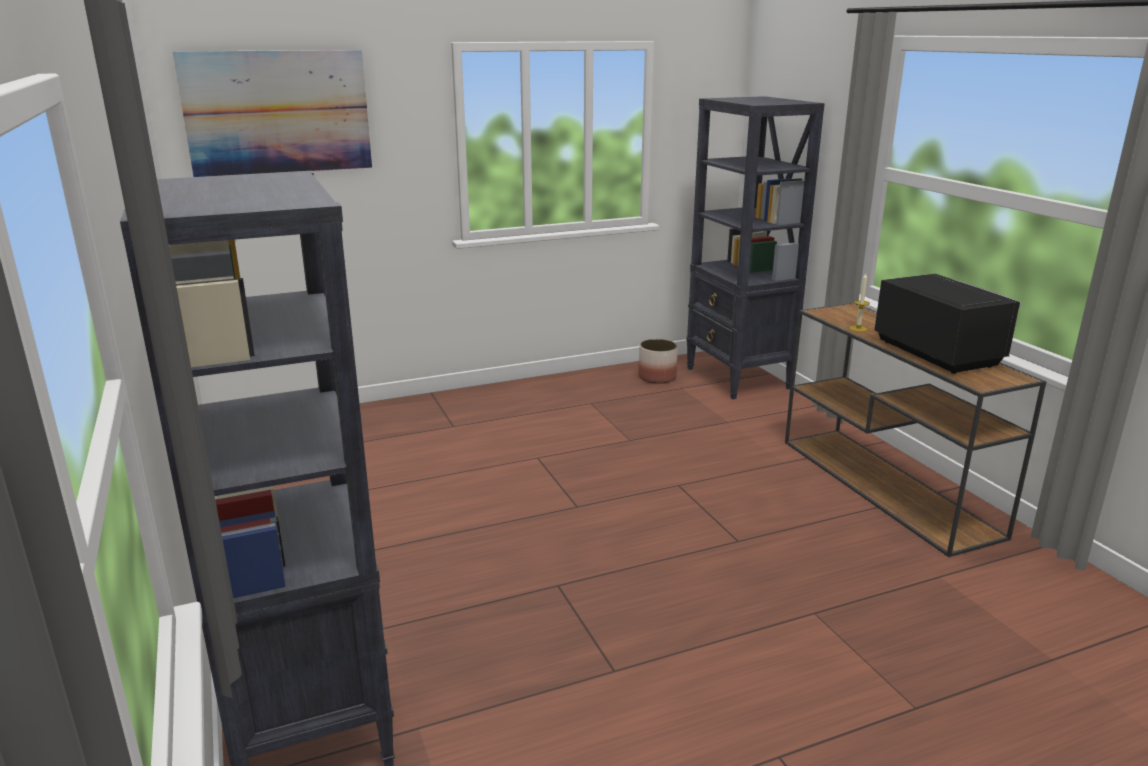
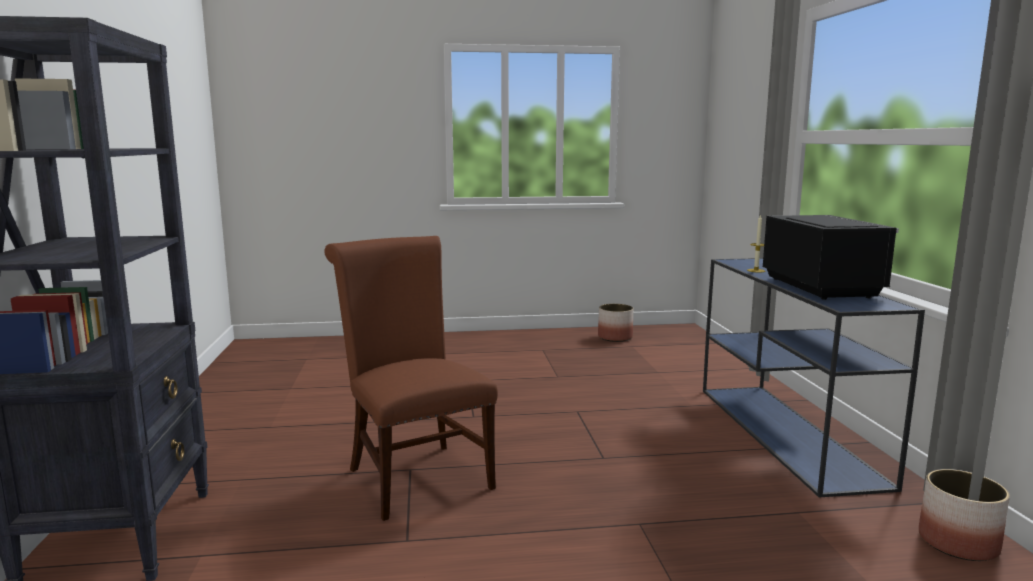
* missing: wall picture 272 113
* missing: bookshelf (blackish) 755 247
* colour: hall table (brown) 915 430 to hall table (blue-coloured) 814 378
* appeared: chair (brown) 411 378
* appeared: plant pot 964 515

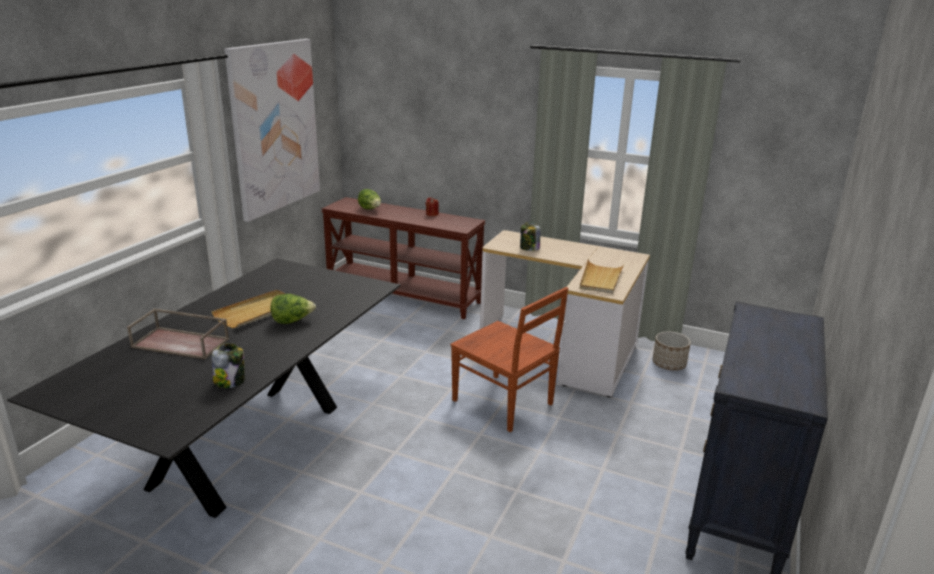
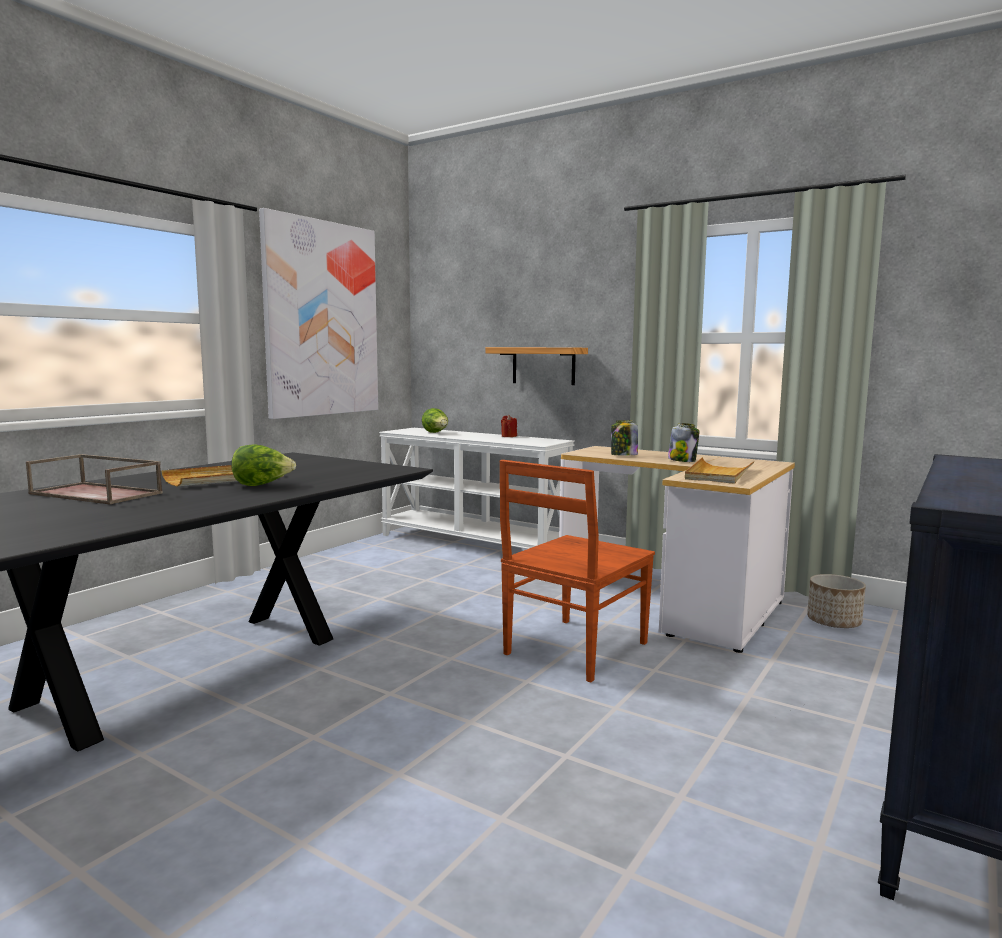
* colour: hall table (brown) 404 258 to hall table (whitish) 477 488
* spun: chair (brown) 509 359 = 577 571 75 degrees clockwise
* relocated: preserve jar 228 365 to 683 442
* appeared: shelf 536 366

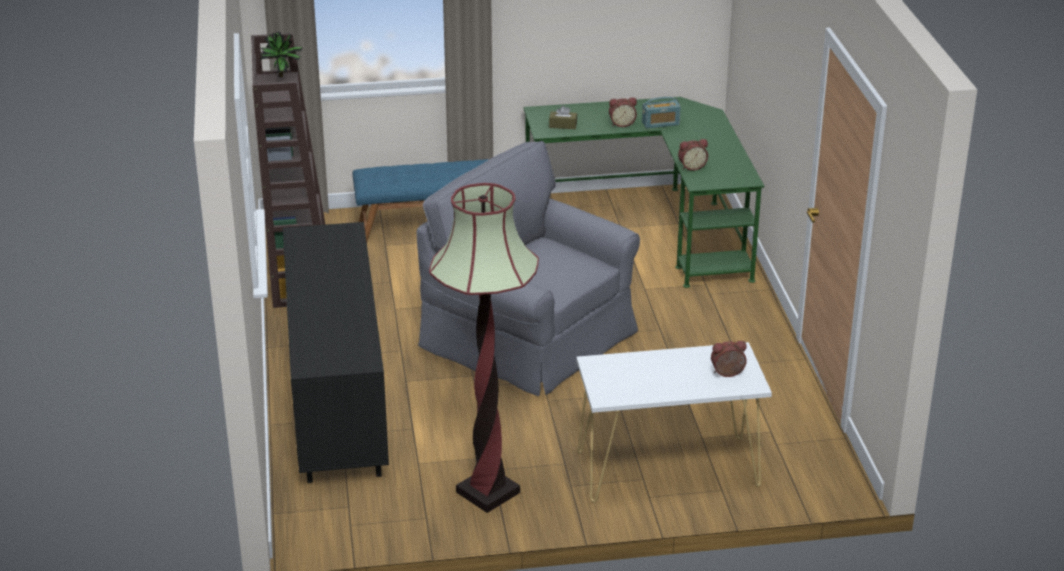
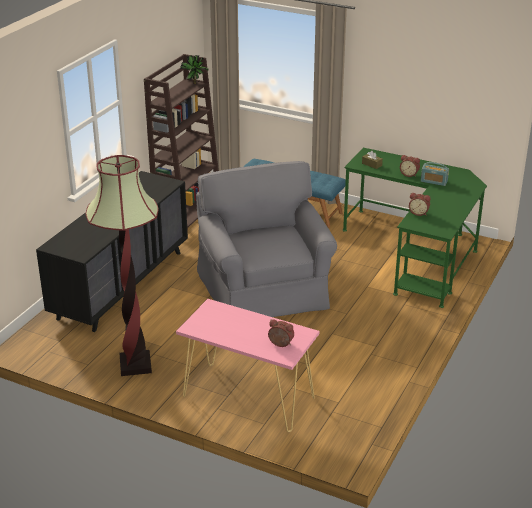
* colour: hall table (whitish) 674 422 to hall table (pink) 248 365

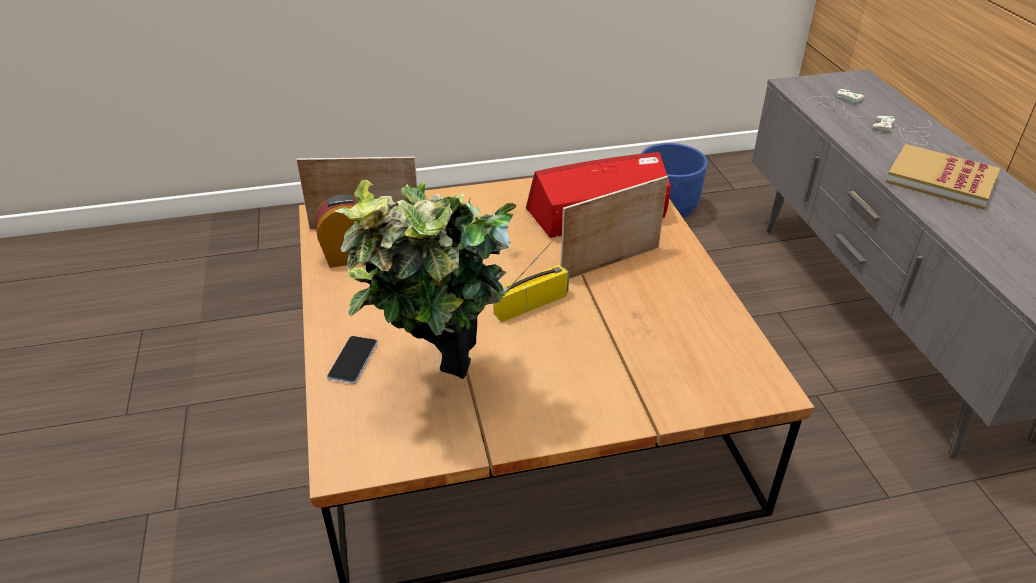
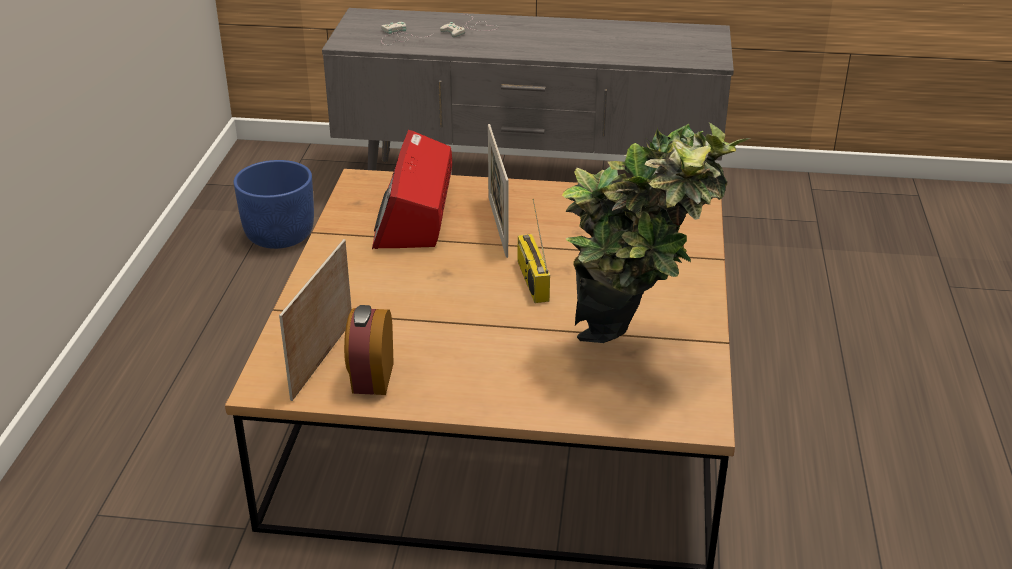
* missing: volume 943 177
* missing: handset 352 360

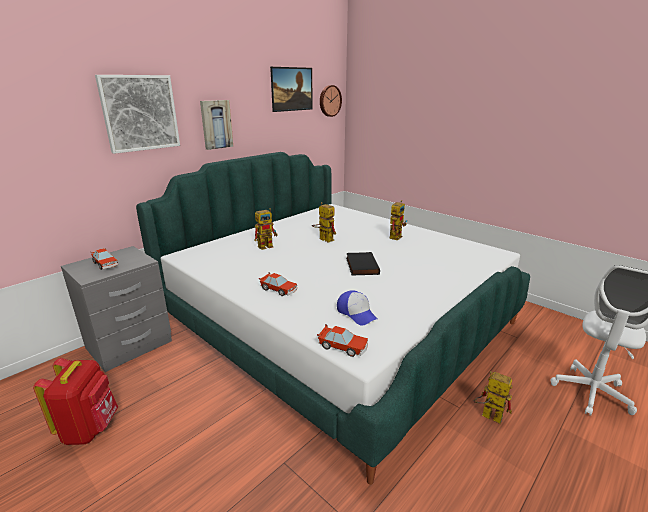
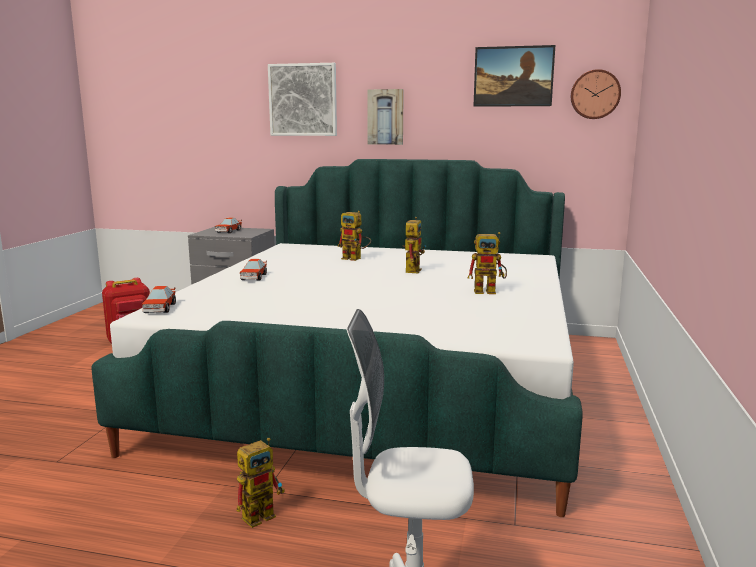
* missing: volume (blackish) 363 263
* missing: baseball cap 357 307
* spun: model robot 493 397 = 261 483 45 degrees clockwise

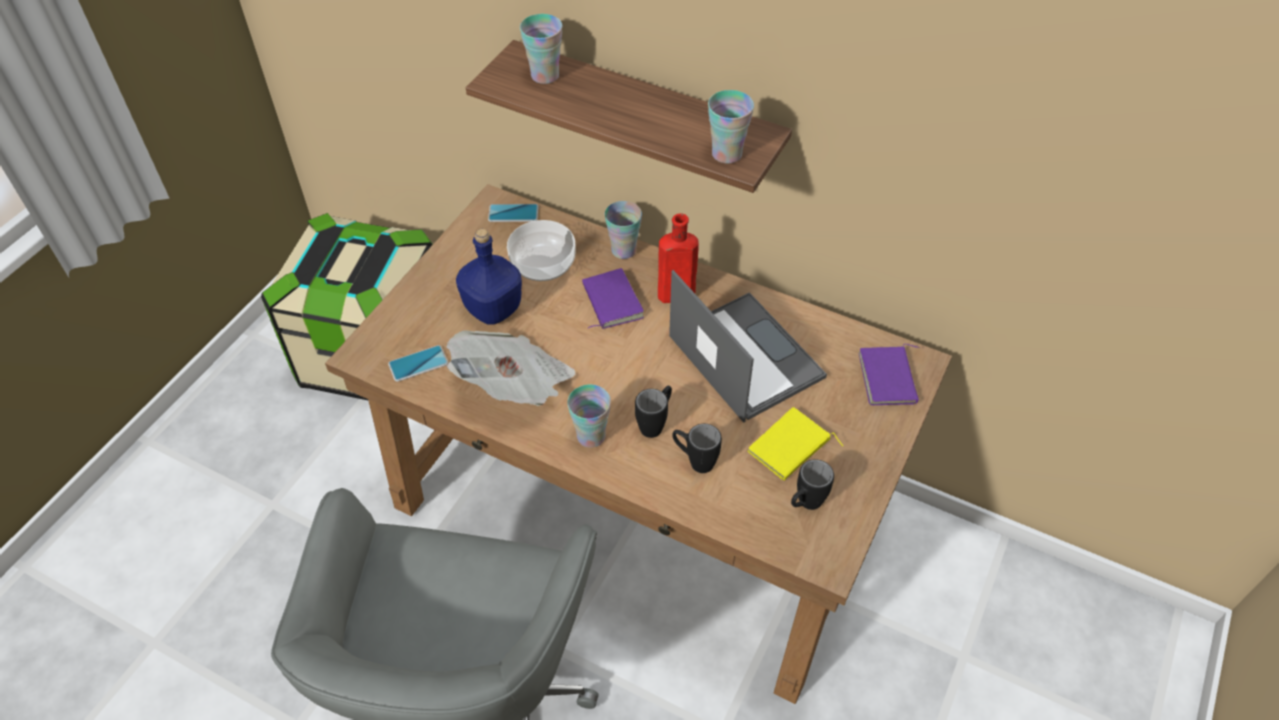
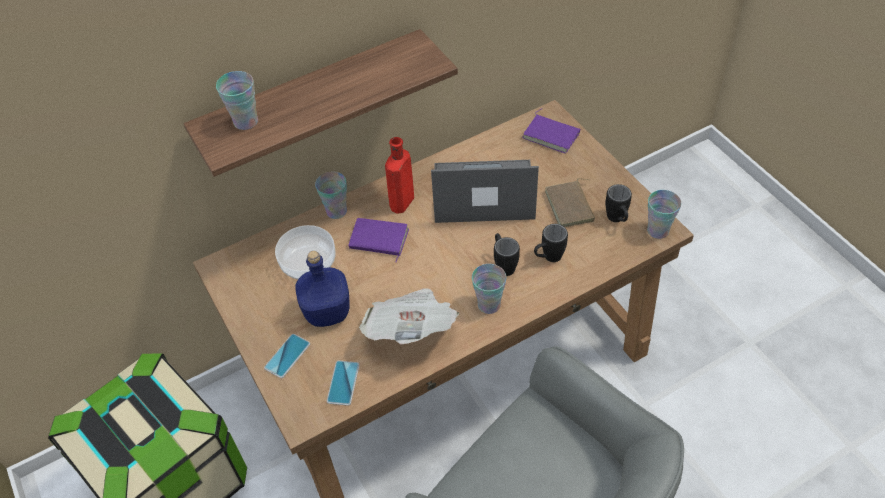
* relocated: cup 731 127 to 664 214
* relocated: handset 513 213 to 287 356
* colour: volume (yellowish) 795 444 to volume (brown) 570 202

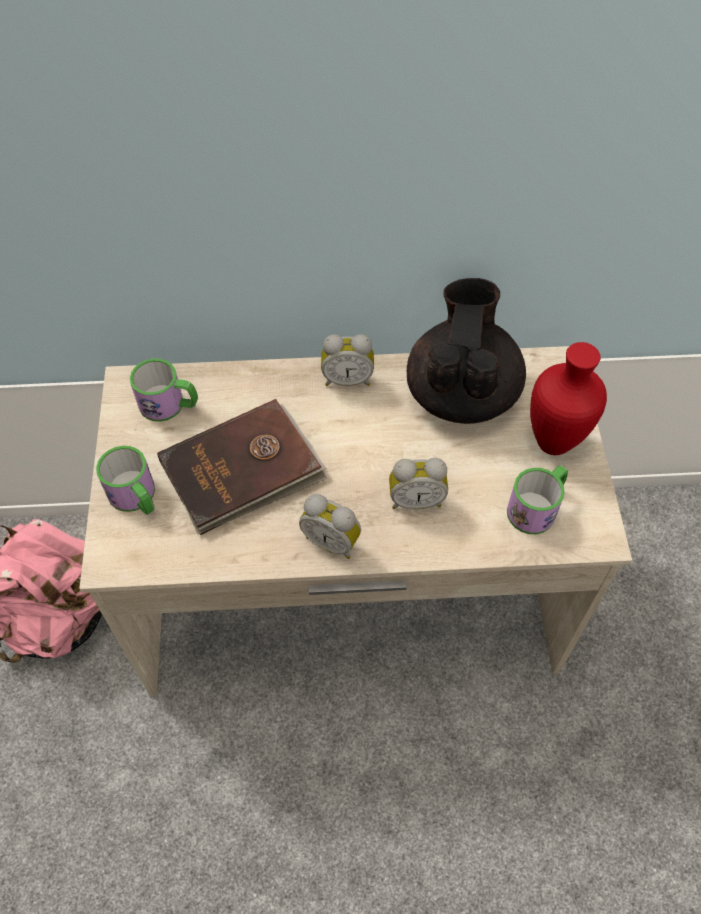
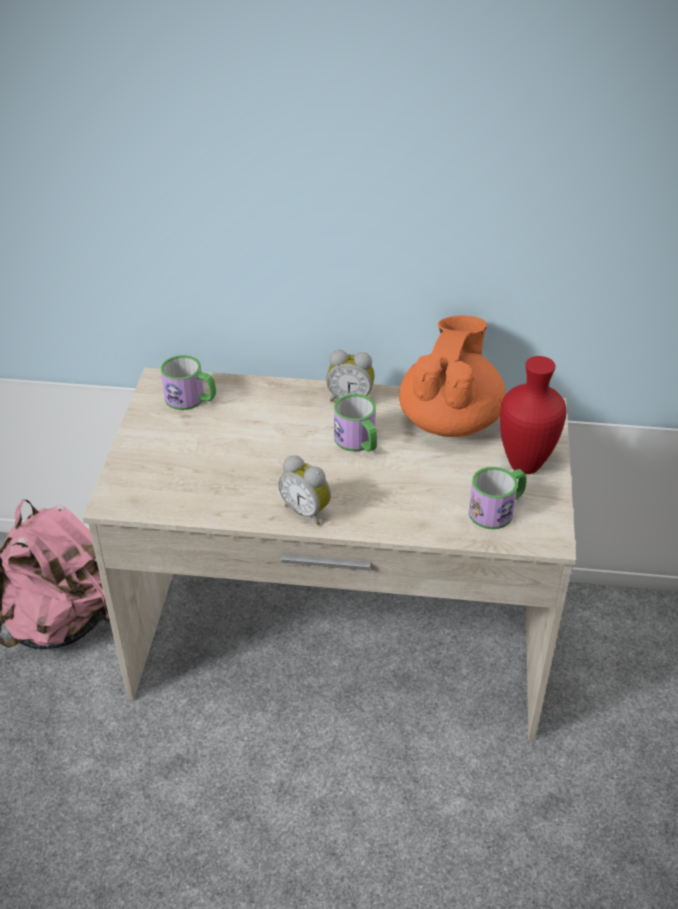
* colour: tea pot (blackish) 466 351 to tea pot (orangey) 452 376
* missing: volume (brown) 242 467
* relocated: mug 125 480 to 355 423
* missing: table clock 418 483

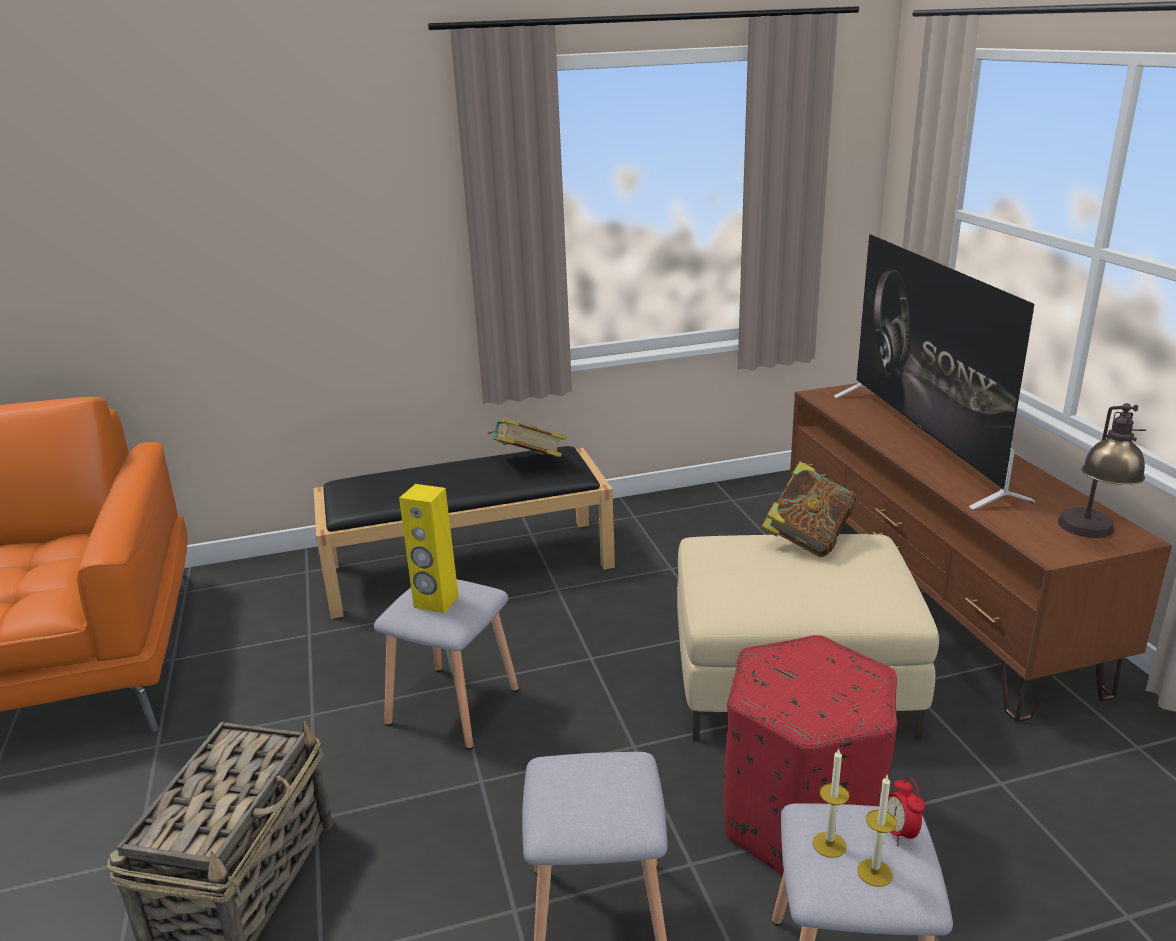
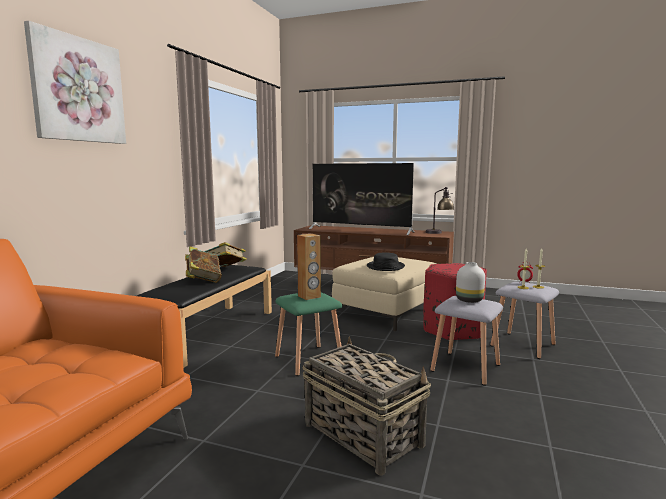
* relocated: volume 808 509 to 203 264
* colour: speaker (yellowish) 429 548 to speaker (brown) 309 267
* colour: stool seat (greyish) 446 664 to stool seat (greenish) 308 334
* appeared: wall picture 75 82
* appeared: clothing hat (blackish) 386 261
* appeared: decorative vase (whitish) 470 282

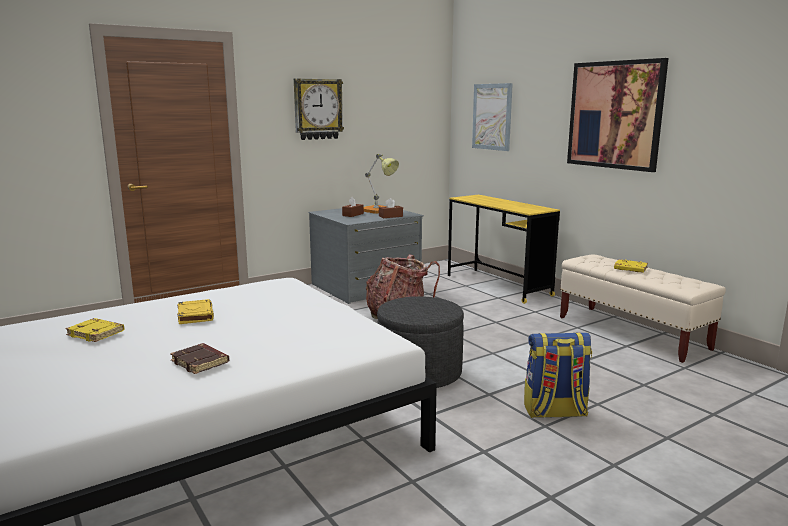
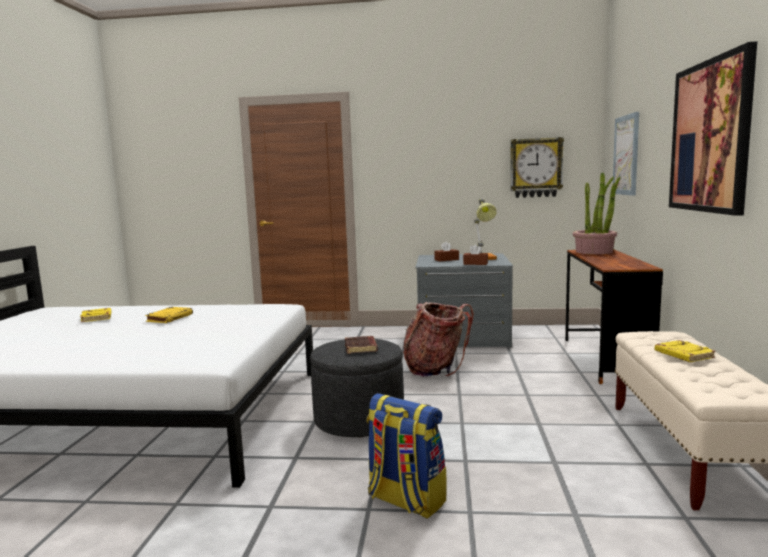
* relocated: clock on the wall 319 109 to 537 167
* colour: desk (yellowish) 504 249 to desk (brown) 614 316
* relocated: volume (brown) 199 358 to 361 345
* appeared: potted plant 597 213

